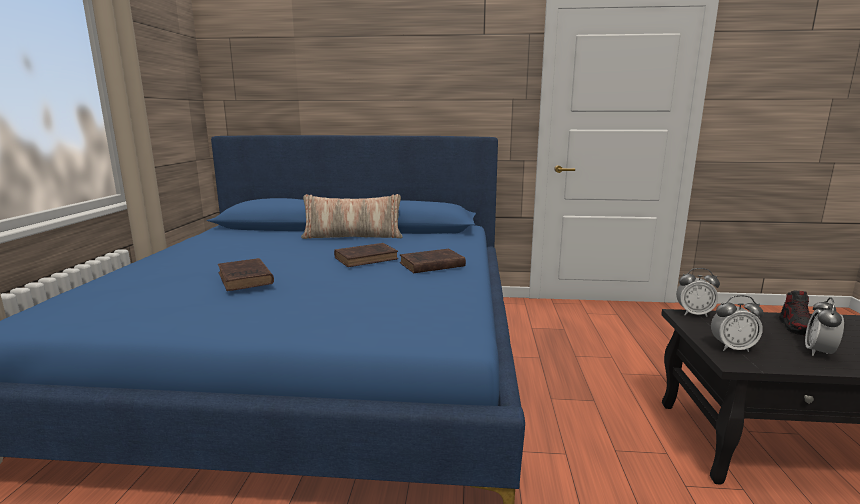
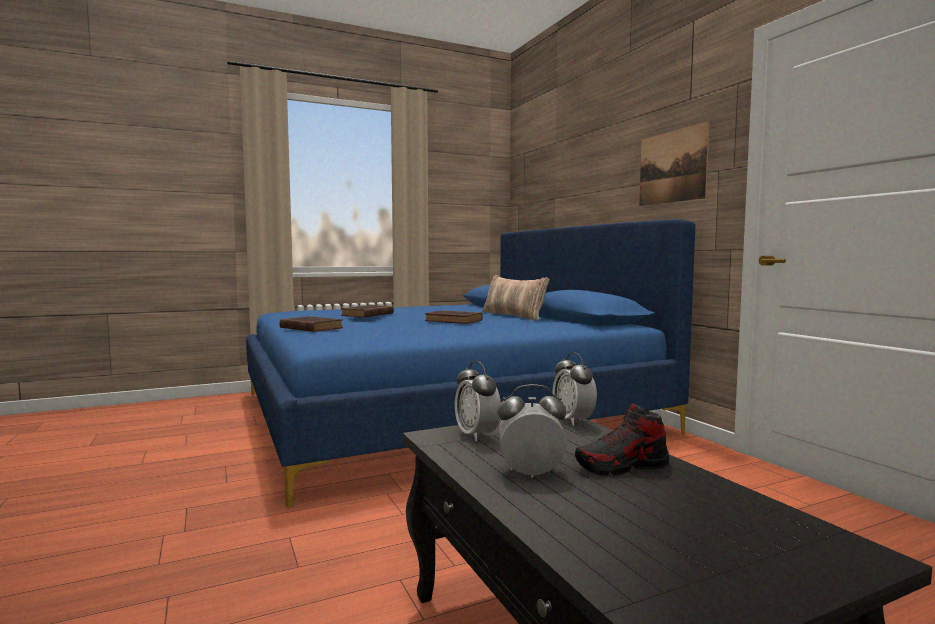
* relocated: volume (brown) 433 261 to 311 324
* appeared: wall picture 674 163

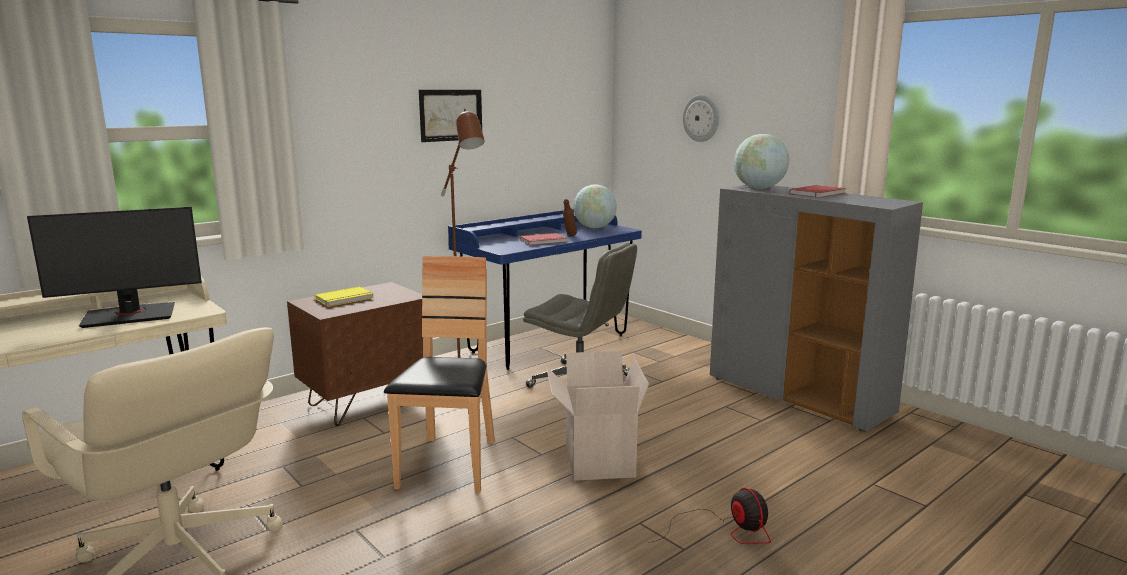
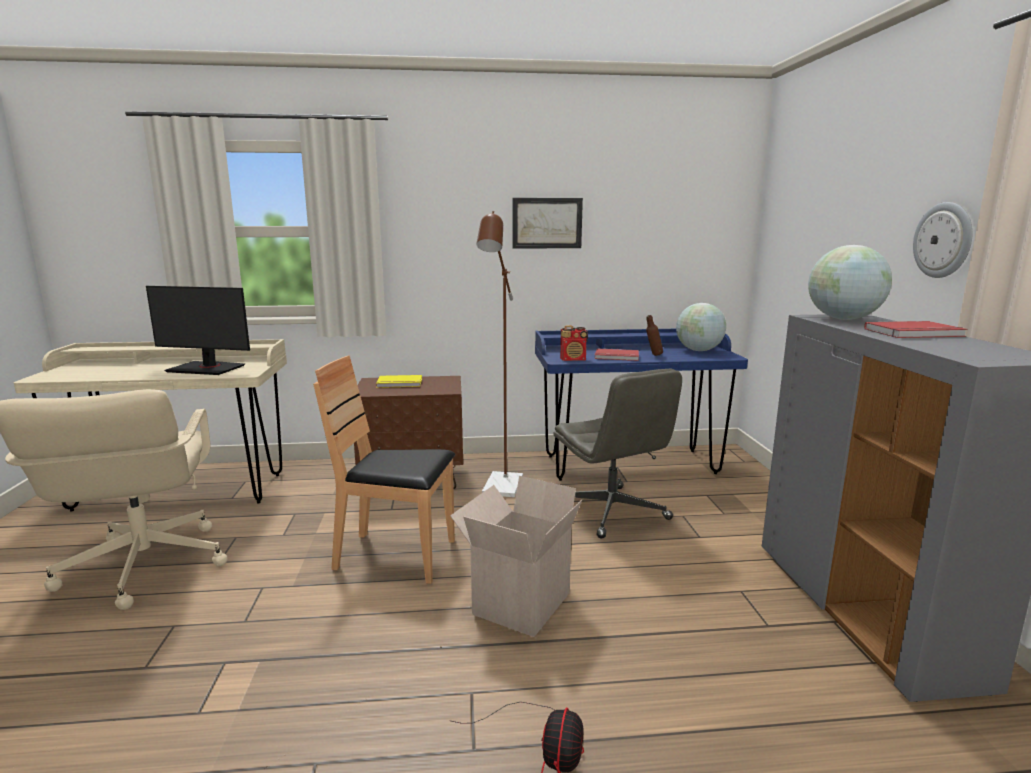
* relocated: clock on the wall 701 118 to 942 240
* spun: chair (brown) 439 374 = 384 469 120 degrees counterclockwise
* appeared: radio 574 343

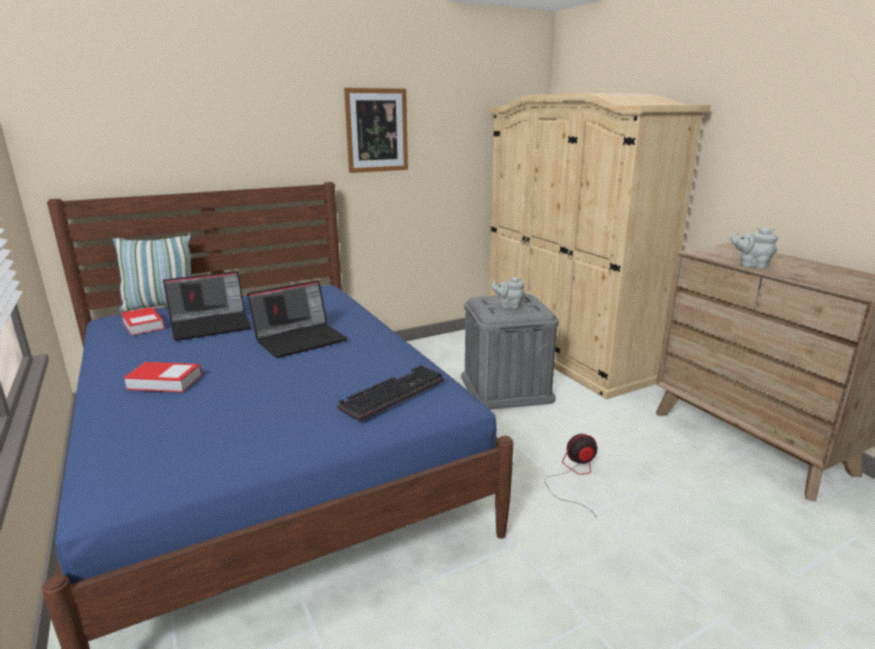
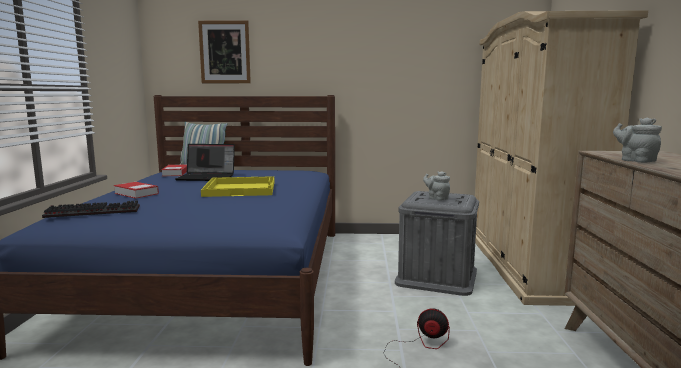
* relocated: wall picture 376 130 to 224 51
* exchanged: notebook computer 297 319 to serving tray (yellowish) 237 186
* relocated: keyboard 390 393 to 91 209

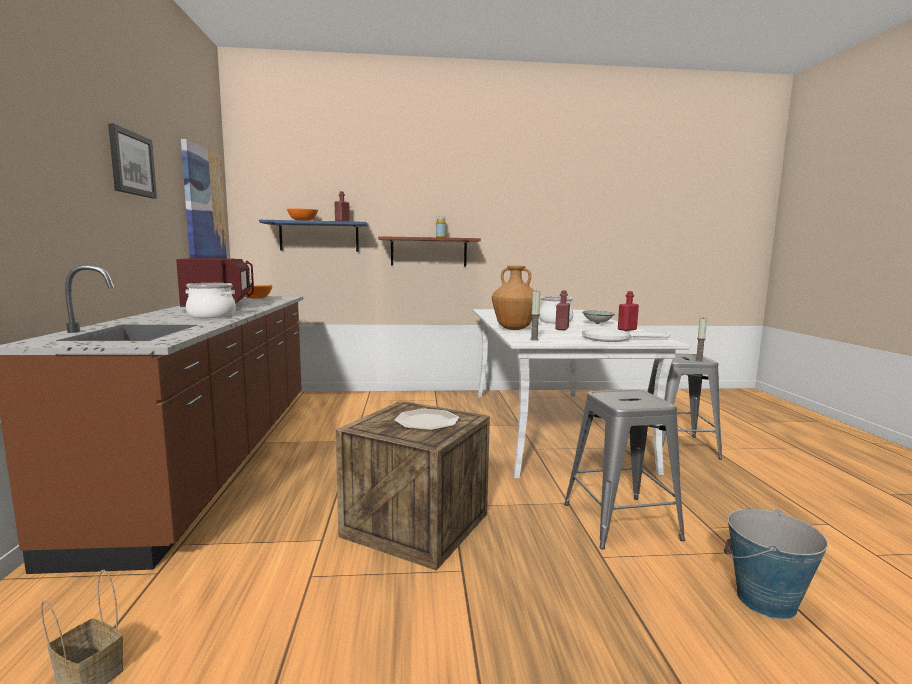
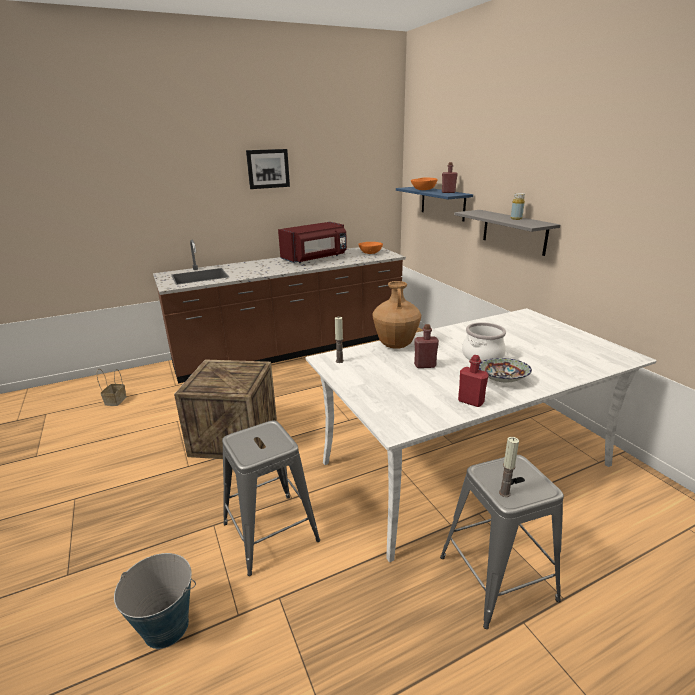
* missing: wall picture 204 198
* colour: shelf (brown) 429 251 to shelf (greyish) 507 233
* missing: saucepot 211 300
* missing: skillet (whitish) 626 335
* missing: flat dish 426 419

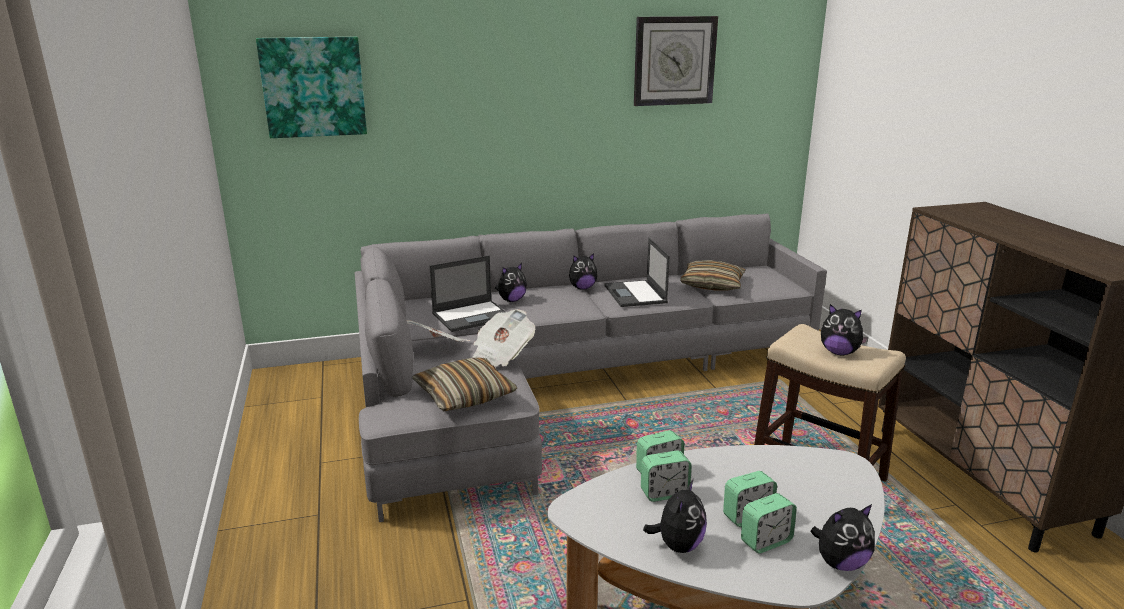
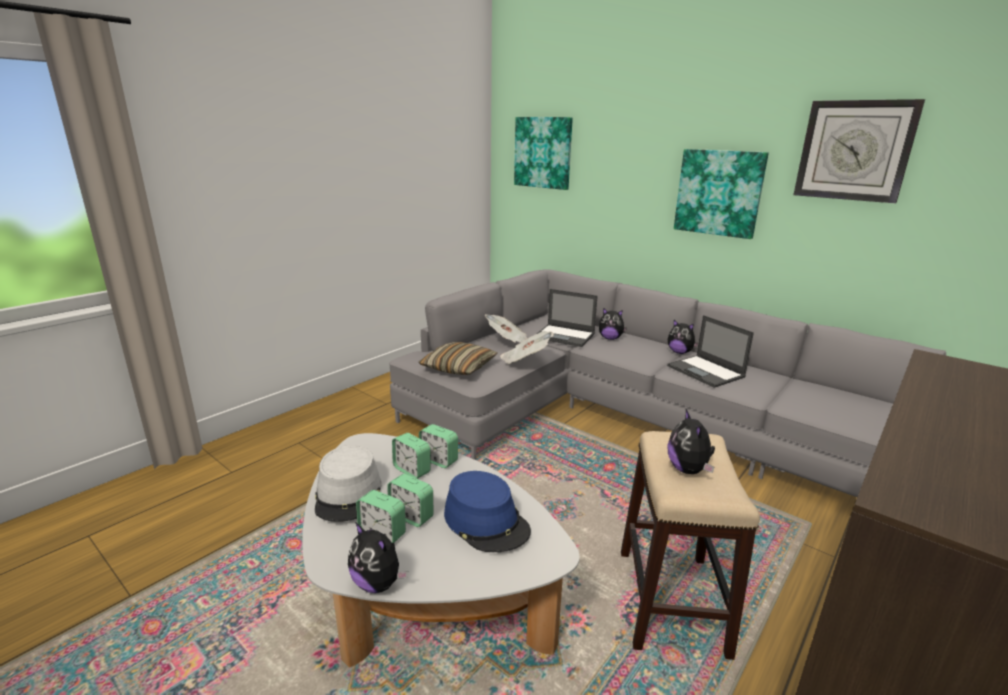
* spun: notebook computer 637 272 = 710 351 75 degrees counterclockwise
* missing: throw pillow 713 275
* exchanged: soft toy 675 516 to clothing hat (greyish) 348 483
* appeared: wall picture 721 194
* appeared: clothing hat (blue-coloured) 487 511

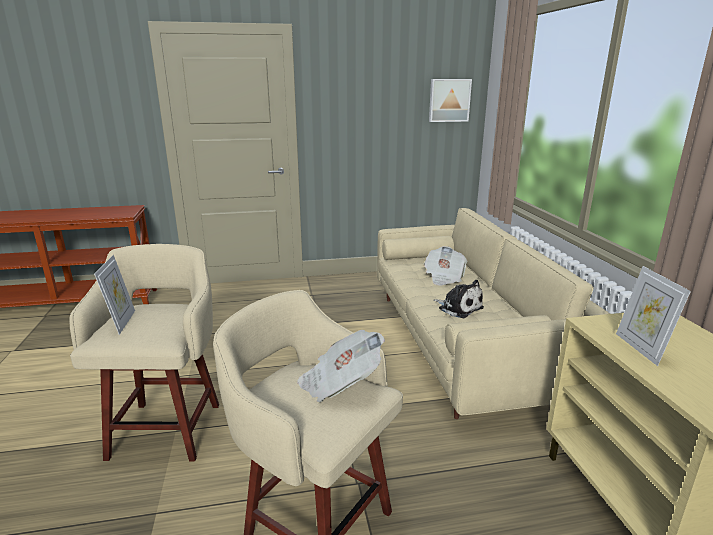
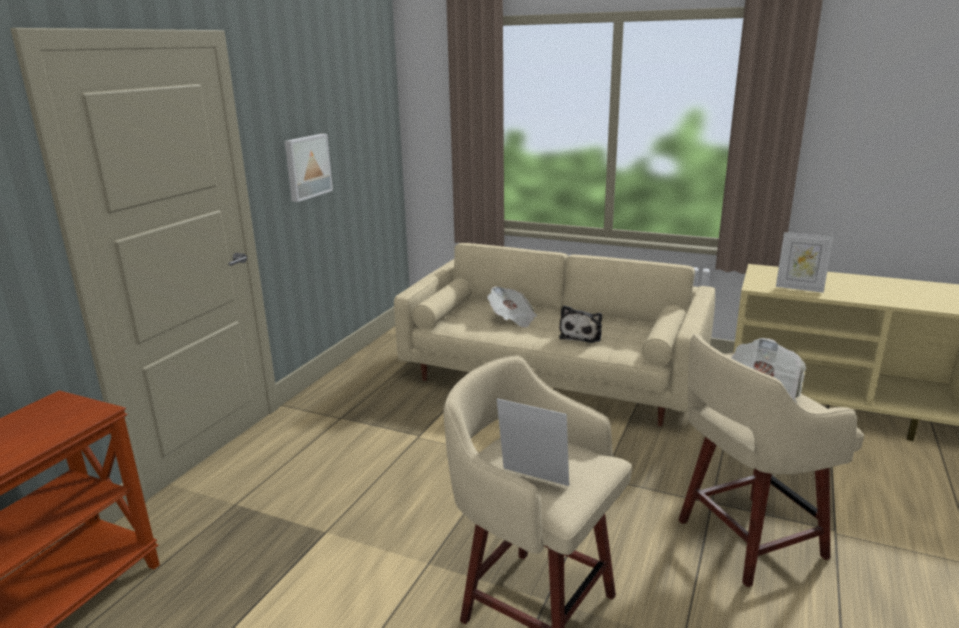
* relocated: wall picture 450 100 to 309 168
* spun: soft toy 458 299 = 580 324 120 degrees clockwise

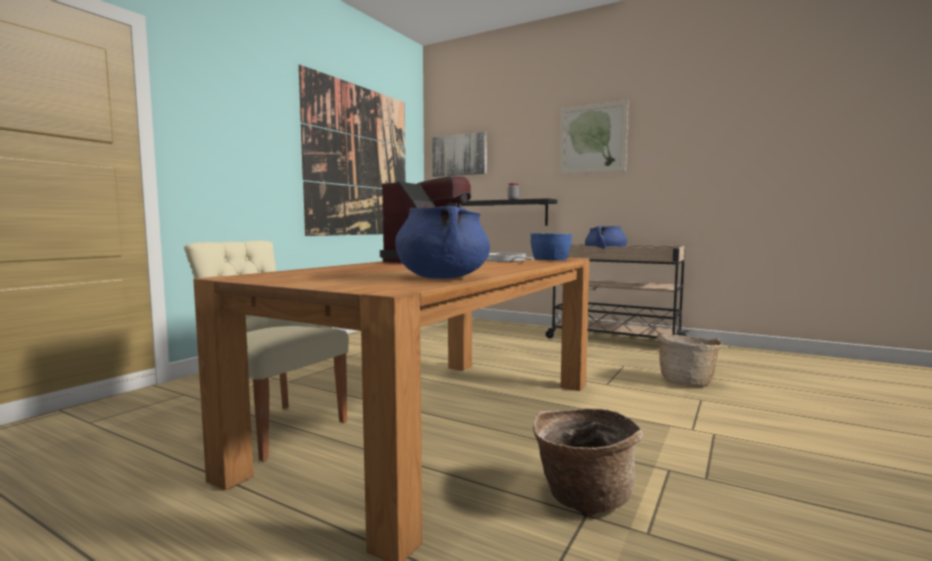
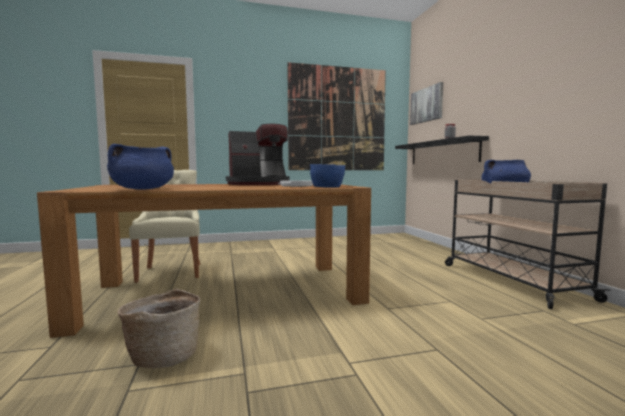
* missing: wall picture 594 137
* missing: household basket 689 360

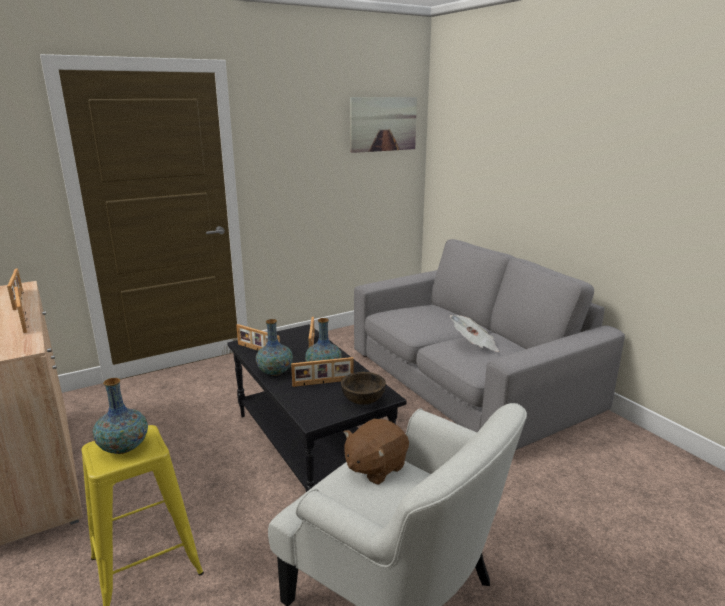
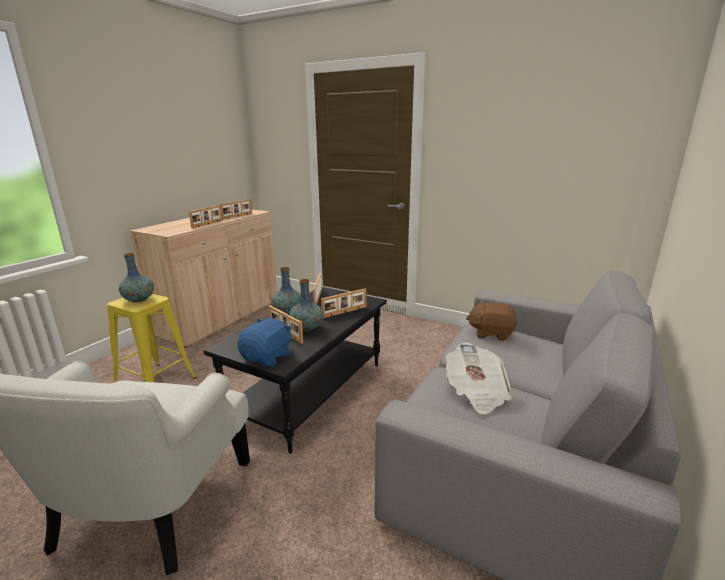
* missing: wall picture 383 125
* exchanged: serving bowl (brown) 363 388 to soft toy (blue-coloured) 264 342
* relocated: soft toy (brown) 376 452 to 491 321

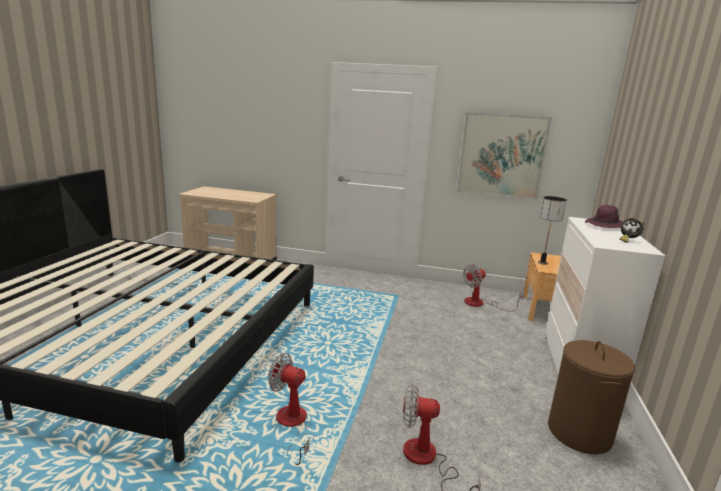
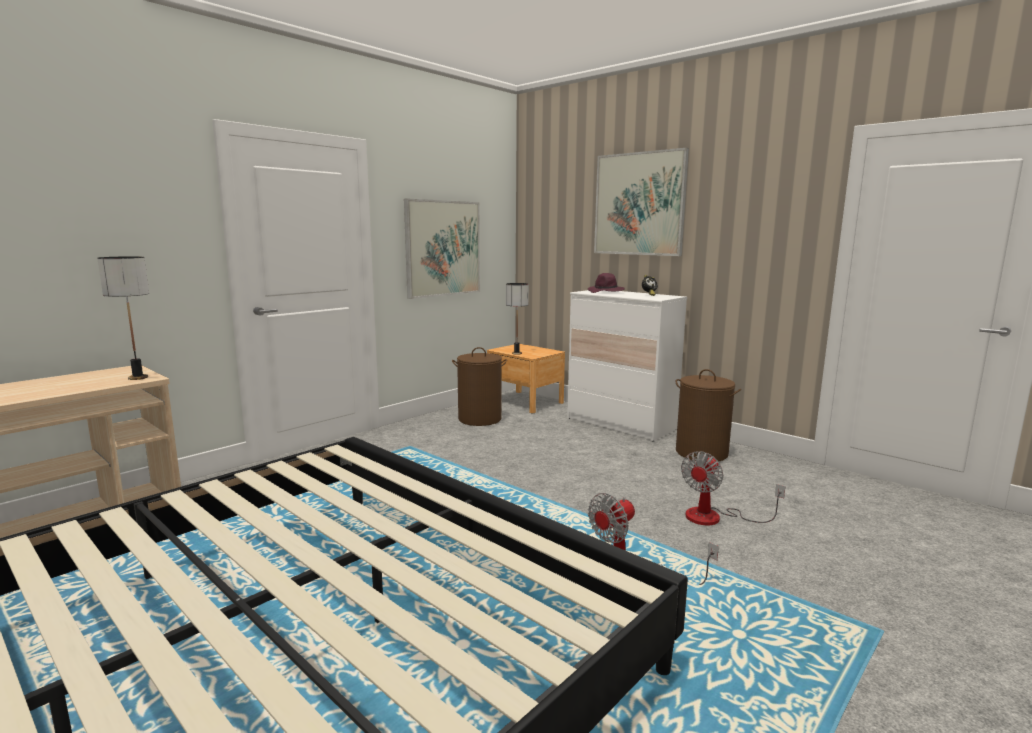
* exchanged: electric fan 493 287 to hamper (brown) 479 386
* appeared: wall picture 641 202
* appeared: table lamp 123 318

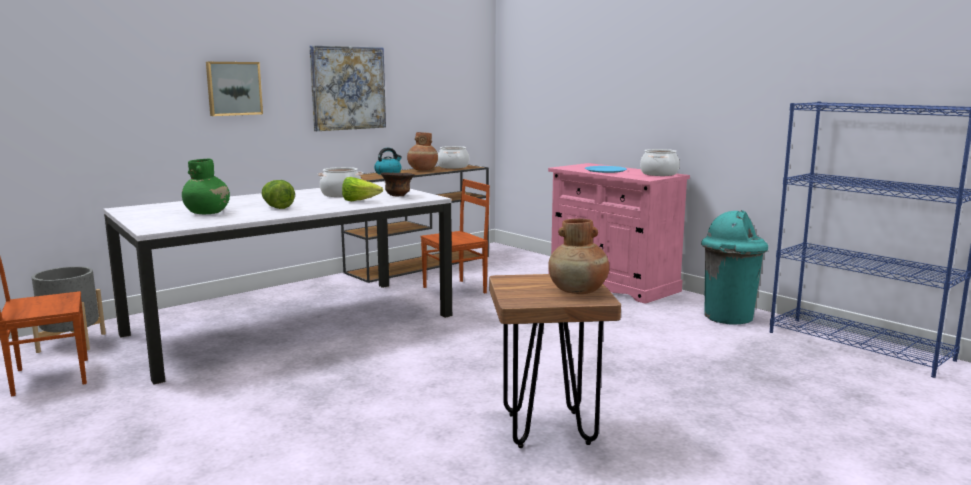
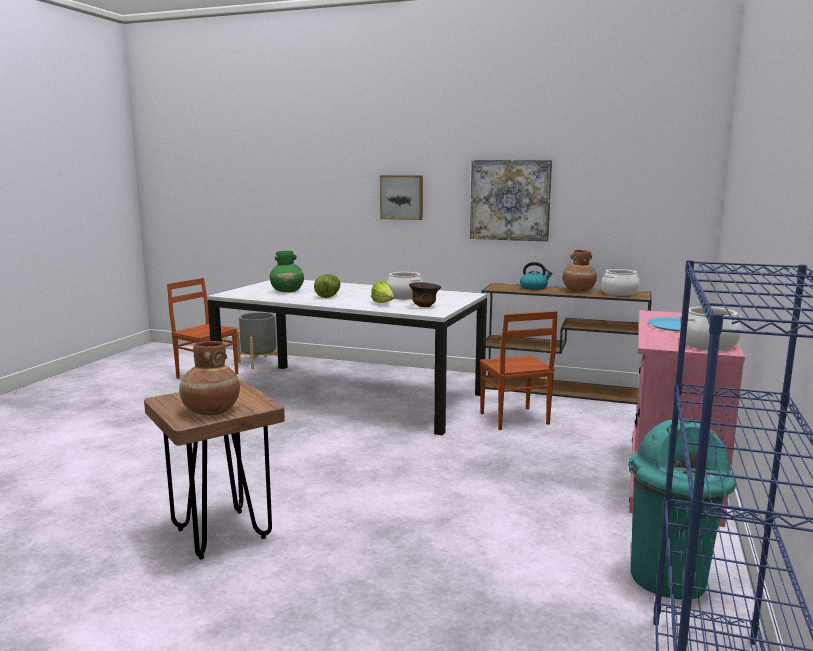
* spun: chair (brown) 455 236 = 518 370 45 degrees clockwise

